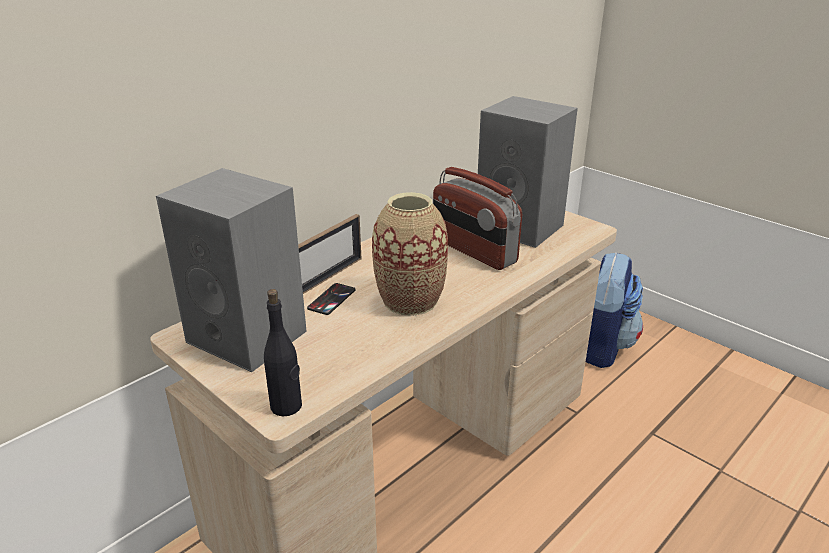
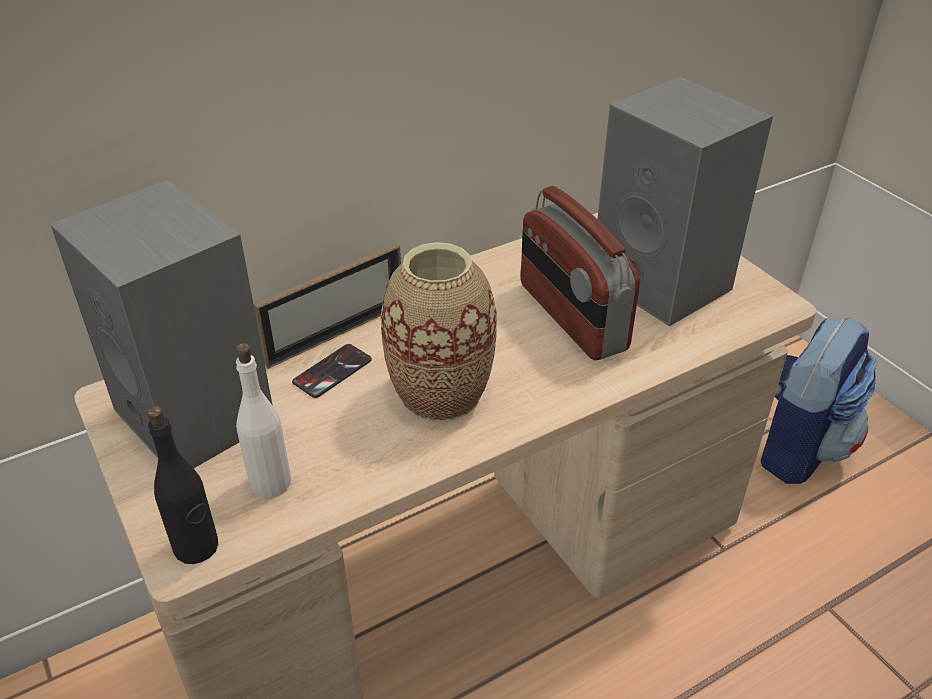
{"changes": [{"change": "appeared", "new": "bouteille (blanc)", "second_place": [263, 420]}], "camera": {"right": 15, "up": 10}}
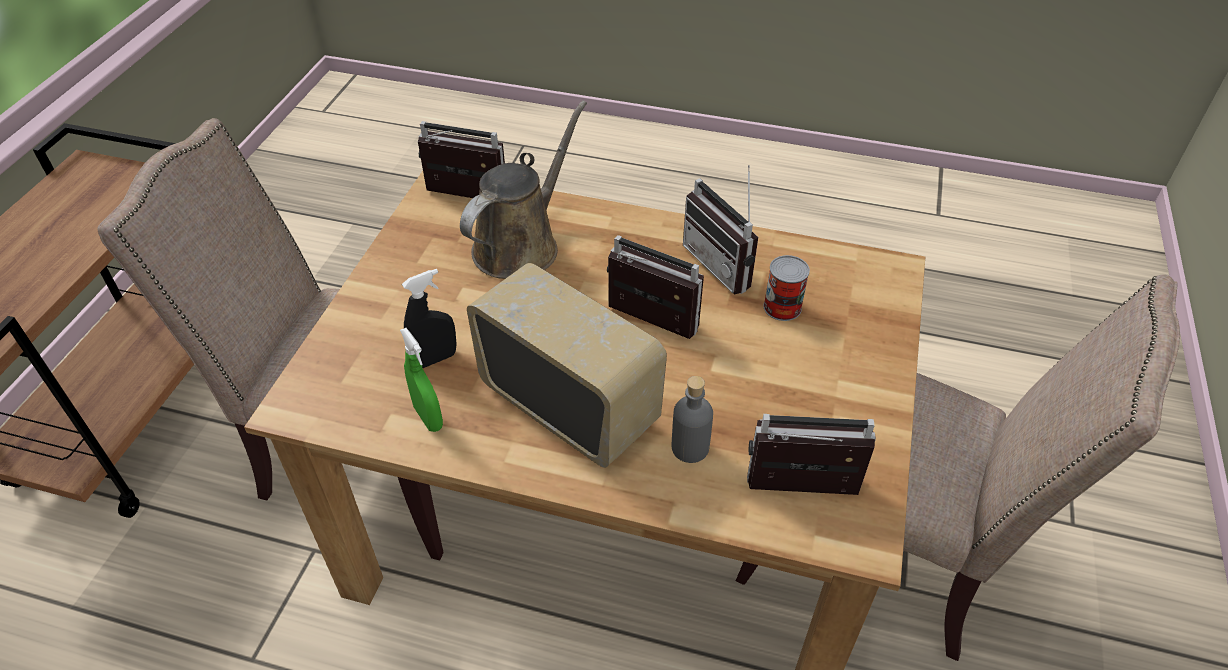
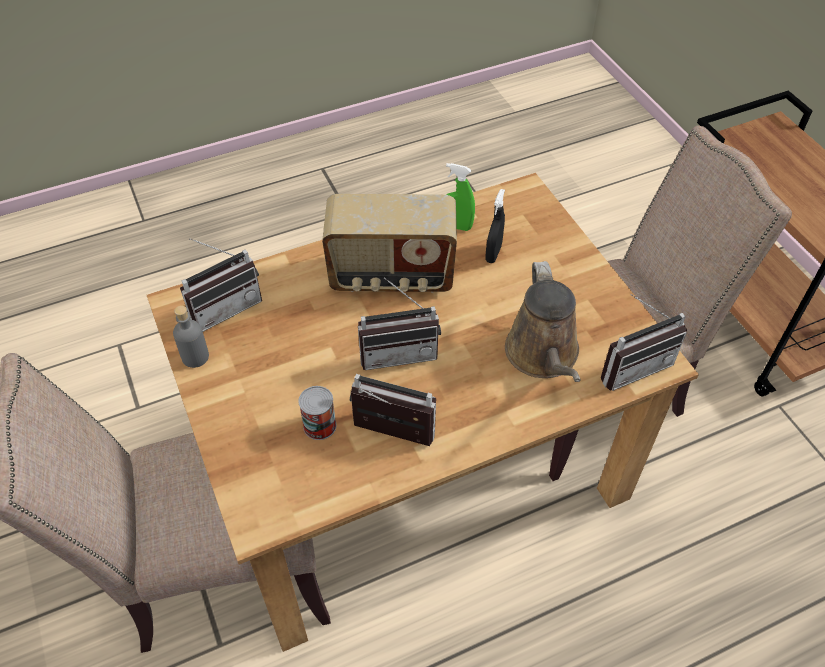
{"changes": [{"change": "relocated", "old": "bouteille (gris)", "first_place": [692, 419], "second_place": [191, 337]}], "camera": {"right": 140, "up": 5}}
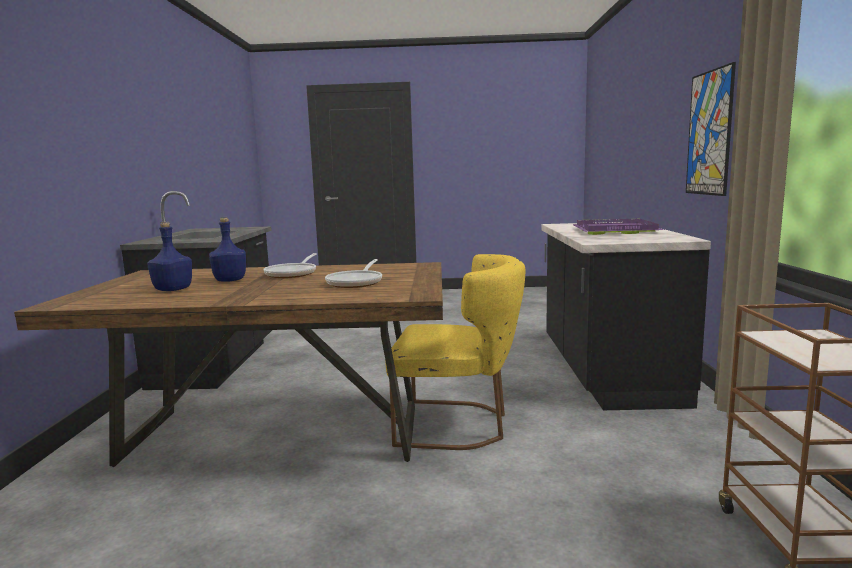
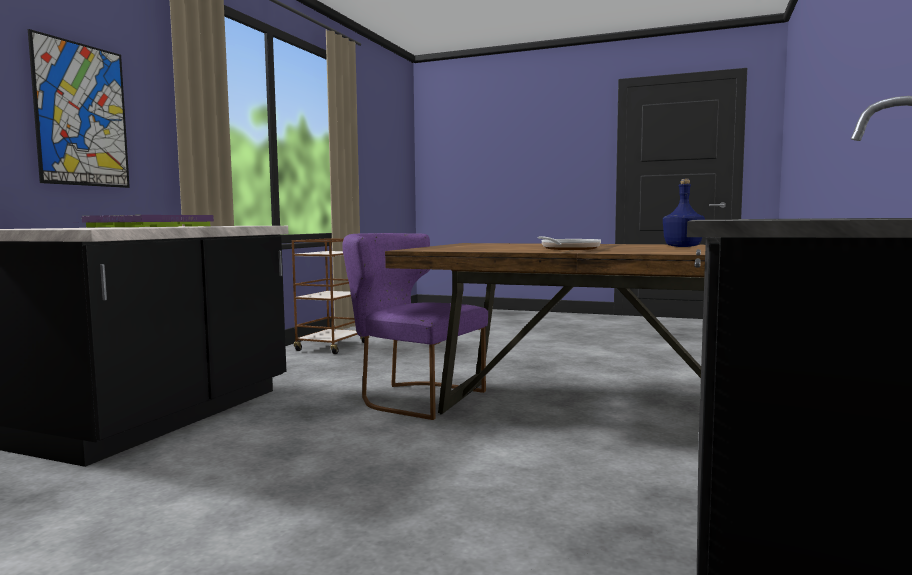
{"changes": [{"change": "colour", "old": "chaise (jaune)", "new": "chaise (violet)", "first_place": [455, 352], "second_place": [415, 326]}, {"change": "missing", "old": "bouteille (bleu)", "first_place": [227, 249]}, {"change": "missing", "old": "poêle", "first_place": [353, 273]}], "camera": {"right": -160, "up": -5}}
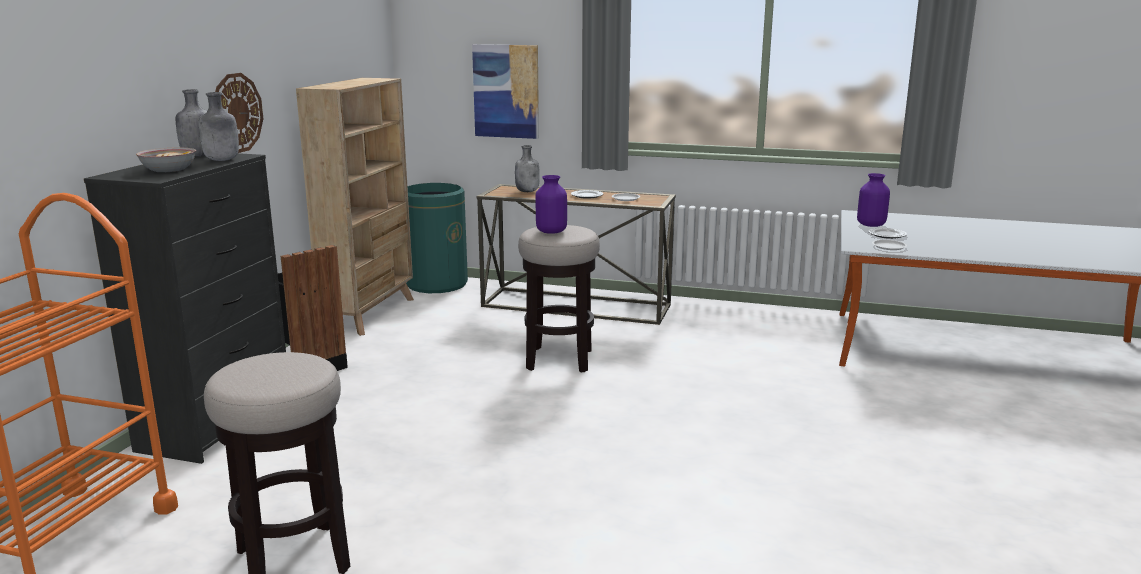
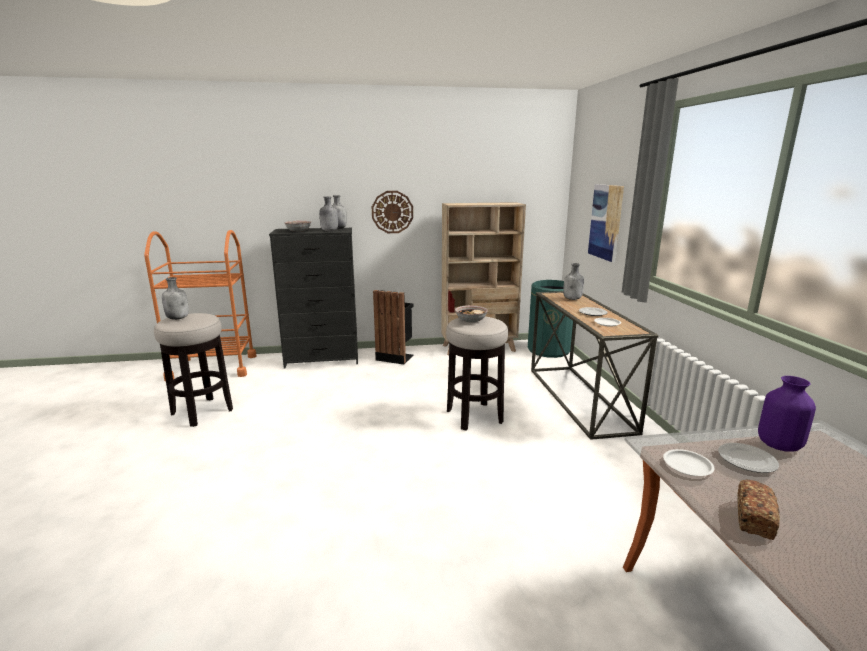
{"changes": [{"change": "appeared", "new": "bouteille (gris)", "second_place": [175, 298]}, {"change": "exchanged", "old": "vase (violet)", "new": "bol", "first_place": [551, 204], "second_place": [471, 314]}, {"change": "appeared", "new": "pain", "second_place": [758, 509]}], "camera": {"right": 65, "up": 0}}
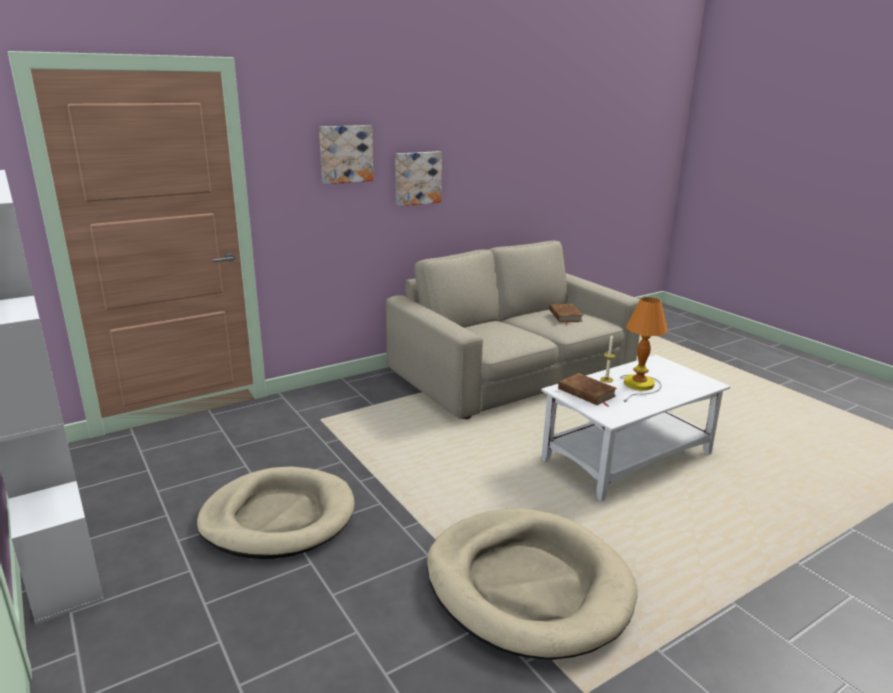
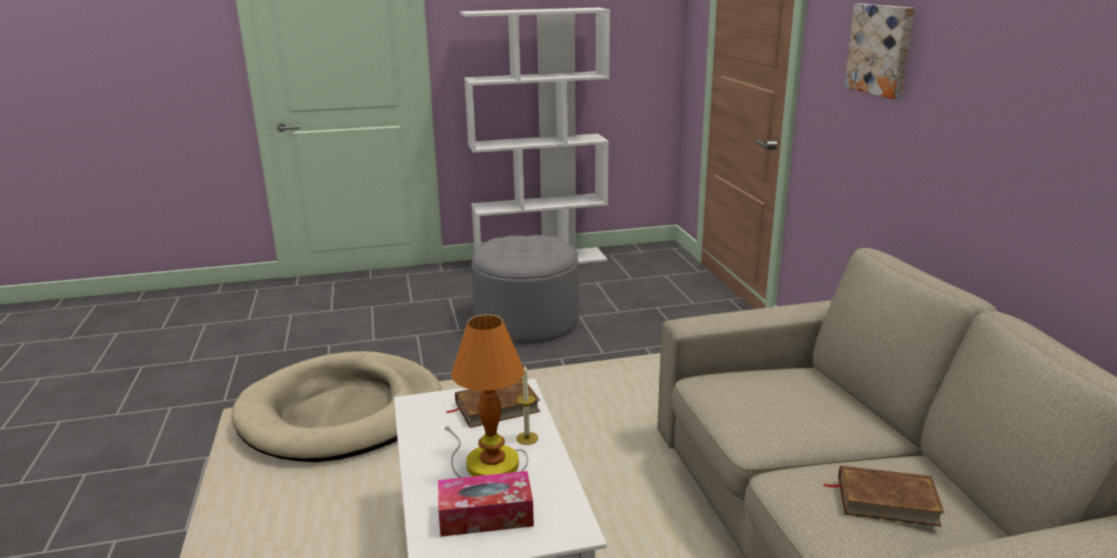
{"changes": [{"change": "appeared", "new": "boîte à mouchoirs", "second_place": [486, 504]}, {"change": "exchanged", "old": "panier pour chien (beige)", "new": "pouf (gris)", "first_place": [276, 513], "second_place": [525, 289]}, {"change": "missing", "old": "tableau", "first_place": [418, 179]}], "camera": {"right": 110, "up": 0}}
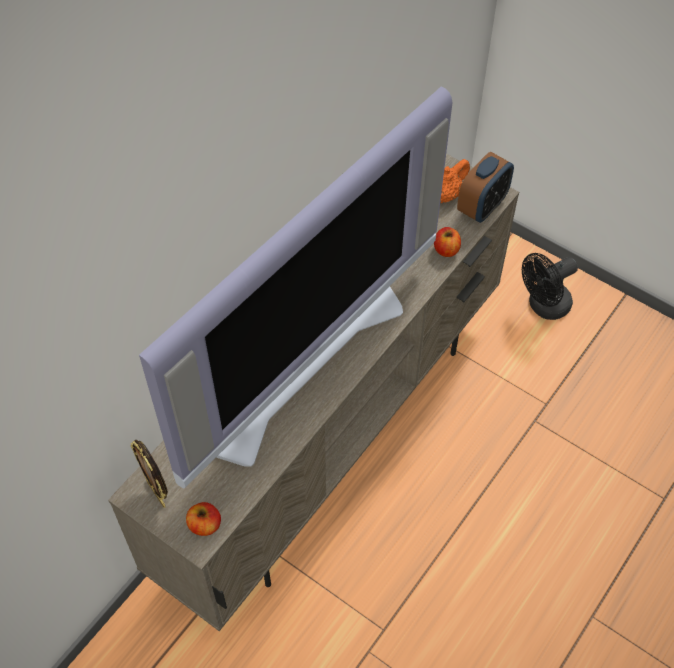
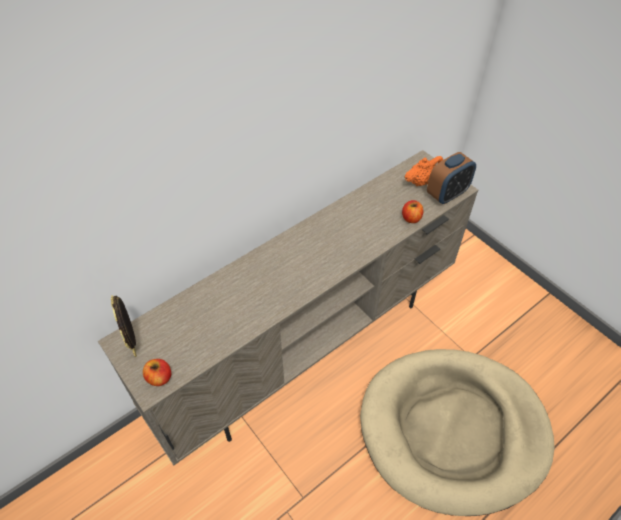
{"changes": [{"change": "appeared", "new": "panier pour chien (beige)", "second_place": [457, 432]}, {"change": "missing", "old": "téléviseur", "first_place": [296, 287]}, {"change": "missing", "old": "ventilateur (noir)", "first_place": [550, 286]}], "camera": {"right": 15, "up": -5}}
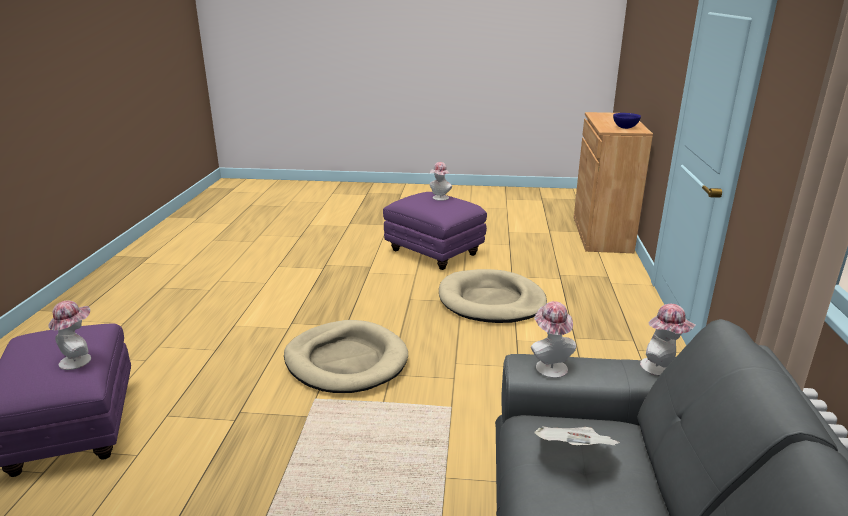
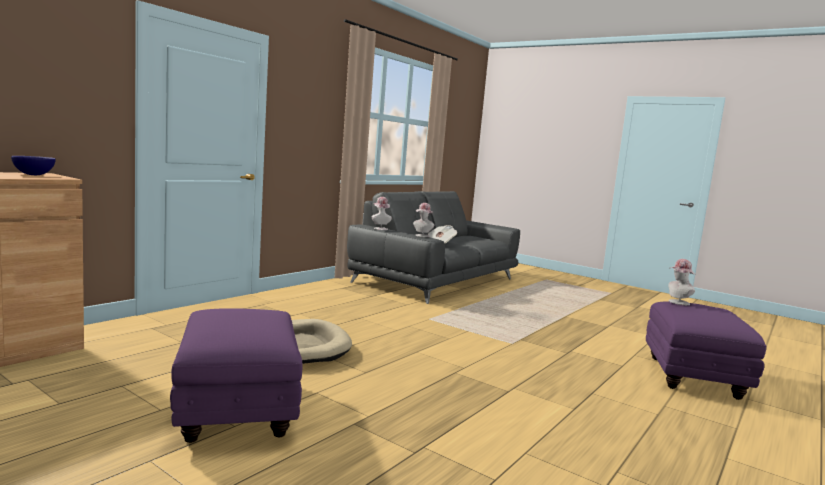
{"changes": [{"change": "missing", "old": "panier pour chien (beige)", "first_place": [346, 356]}, {"change": "missing", "old": "chapeau", "first_place": [441, 181]}], "camera": {"right": -150, "up": -15}}
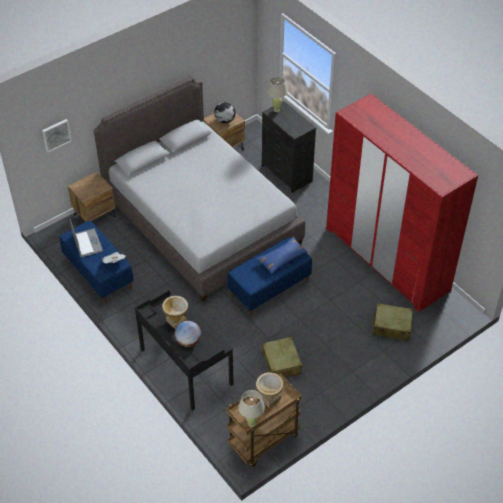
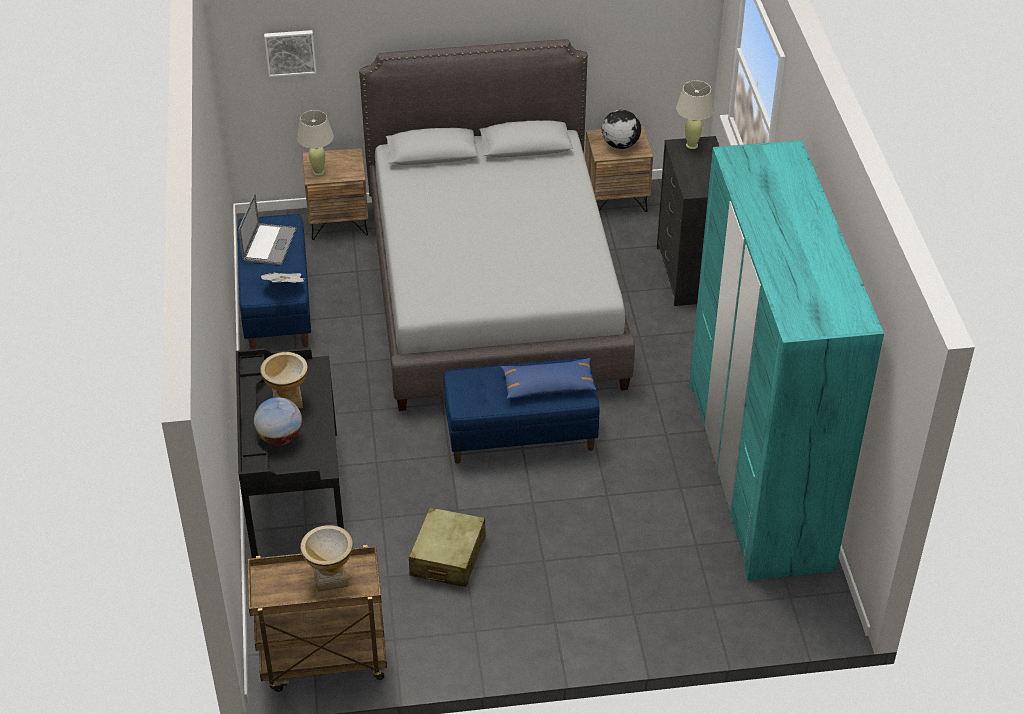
{"changes": [{"change": "relocated", "old": "lampe de table (beige)", "first_place": [252, 408], "second_place": [315, 143]}, {"change": "colour", "old": "armoire (rouge)", "new": "armoire (turquoise)", "first_place": [402, 203], "second_place": [786, 360]}, {"change": "missing", "old": "valise (beige)", "first_place": [392, 322]}], "camera": {"right": 30, "up": -5}}
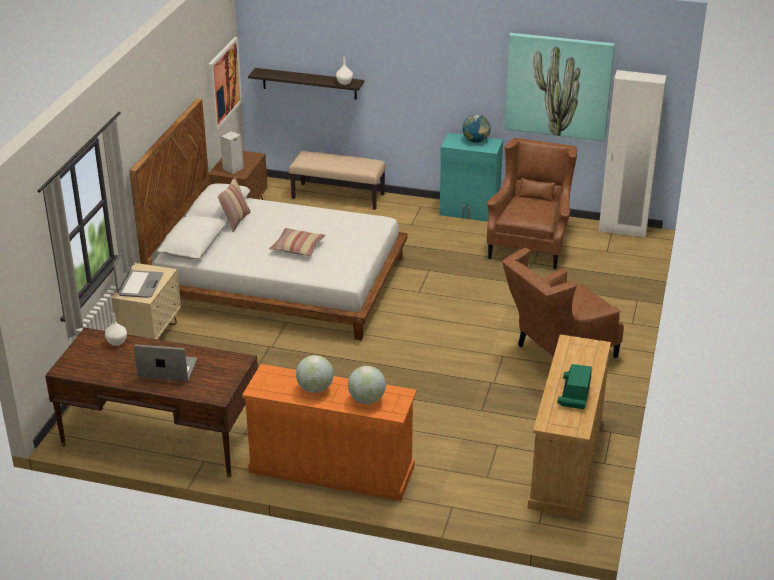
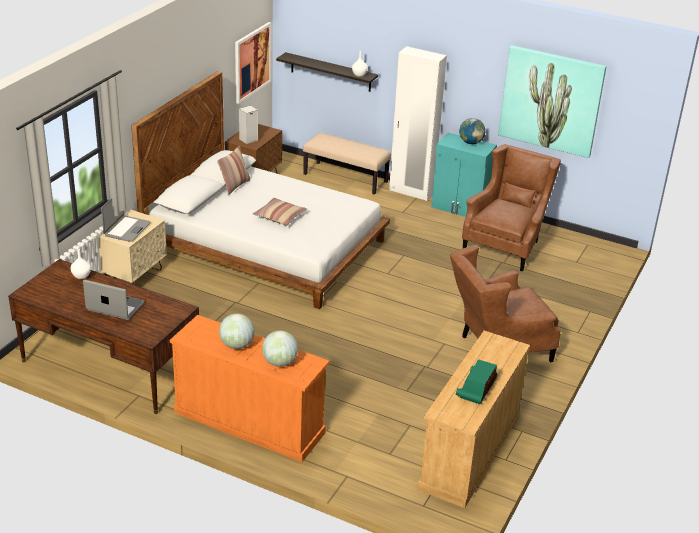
{"changes": [{"change": "relocated", "old": "armoire (blanc)", "first_place": [633, 154], "second_place": [418, 123]}], "camera": {"right": 10, "up": 0}}
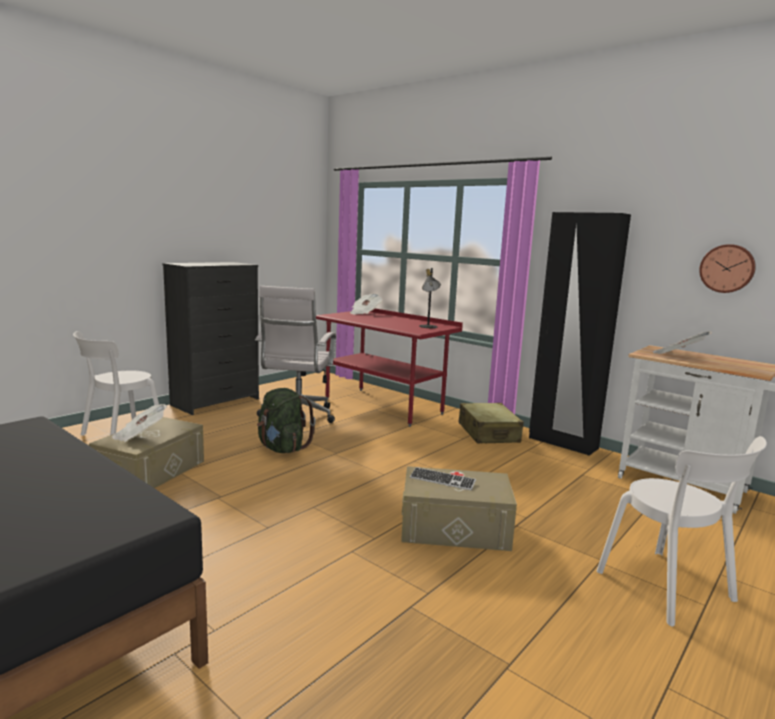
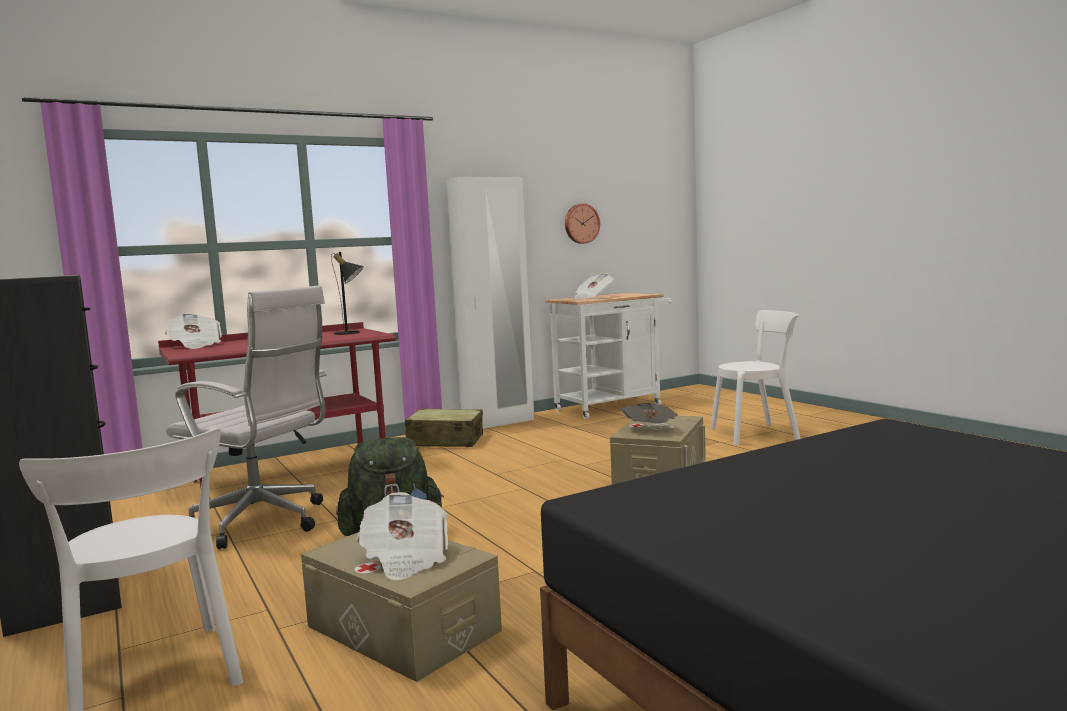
{"changes": [{"change": "colour", "old": "armoire (noir)", "new": "armoire (blanc)", "first_place": [580, 333], "second_place": [490, 303]}, {"change": "exchanged", "old": "clavier", "new": "journal", "first_place": [443, 479], "second_place": [648, 413]}], "camera": {"right": -70, "up": -5}}
